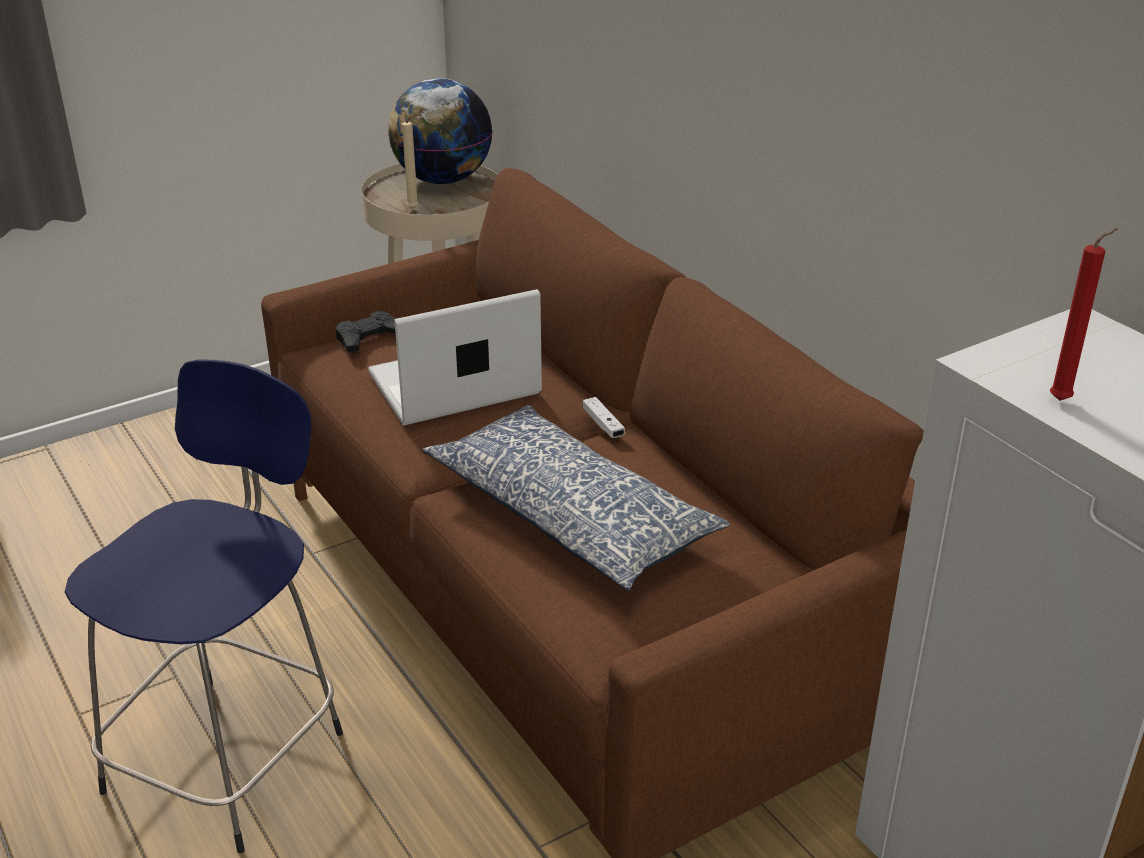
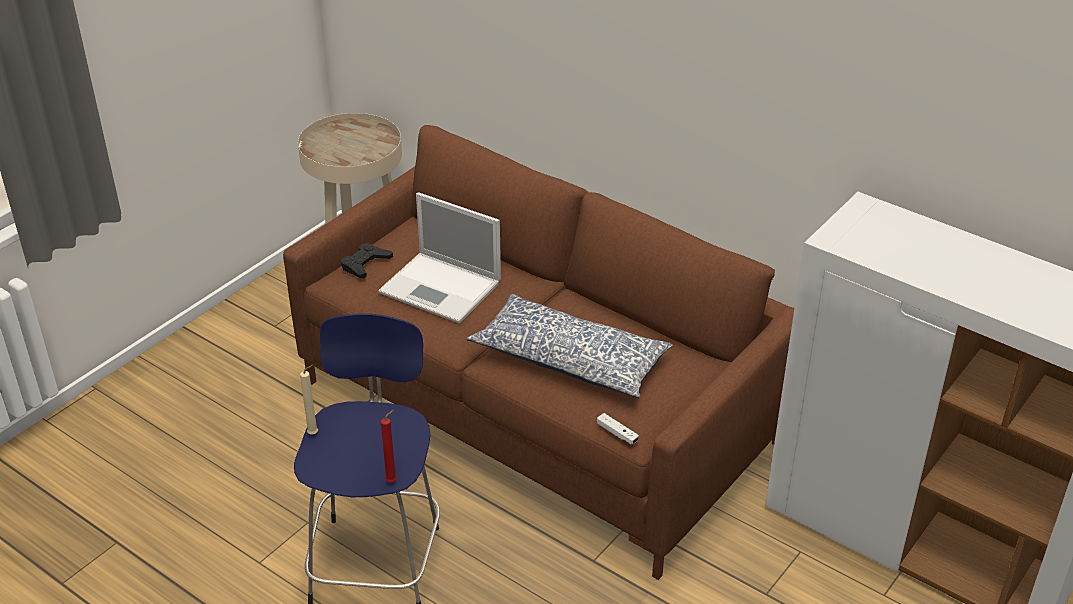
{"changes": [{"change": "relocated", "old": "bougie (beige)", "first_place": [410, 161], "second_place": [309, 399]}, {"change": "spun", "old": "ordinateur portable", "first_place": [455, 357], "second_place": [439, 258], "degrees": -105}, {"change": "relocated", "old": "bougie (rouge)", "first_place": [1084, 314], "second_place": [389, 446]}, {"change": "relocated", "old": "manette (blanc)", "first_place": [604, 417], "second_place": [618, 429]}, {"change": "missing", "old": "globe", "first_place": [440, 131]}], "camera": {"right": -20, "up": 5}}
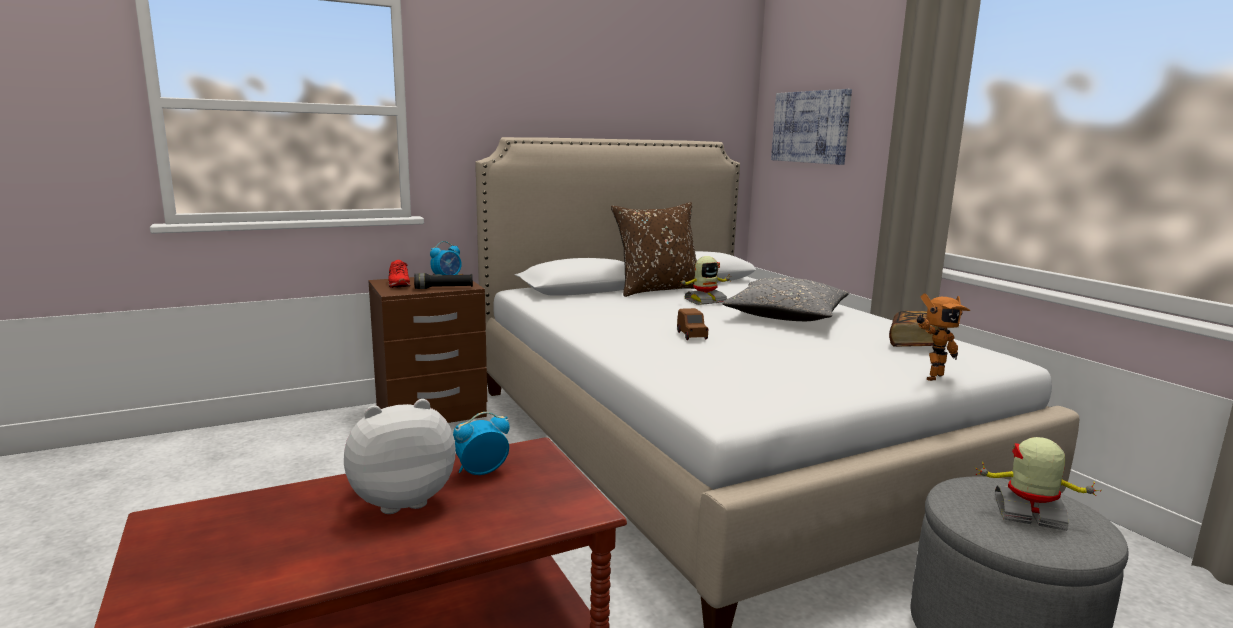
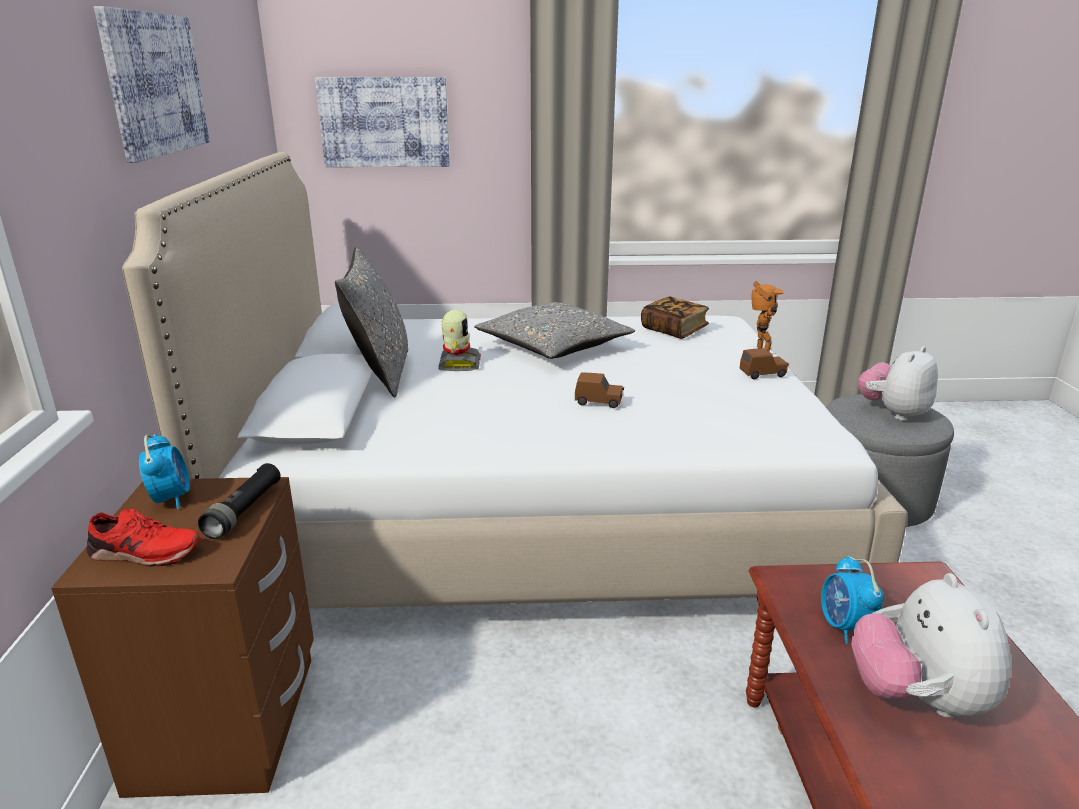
{"changes": [{"change": "appeared", "new": "tableau", "second_place": [152, 84]}, {"change": "colour", "old": "coussin (marron)", "new": "coussin (gris)", "first_place": [654, 249], "second_place": [371, 322]}, {"change": "appeared", "new": "petite voiture (marron)", "second_place": [764, 363]}, {"change": "exchanged", "old": "robot jouet", "new": "peluche", "first_place": [1038, 484], "second_place": [898, 383]}], "camera": {"right": -65, "up": 10}}
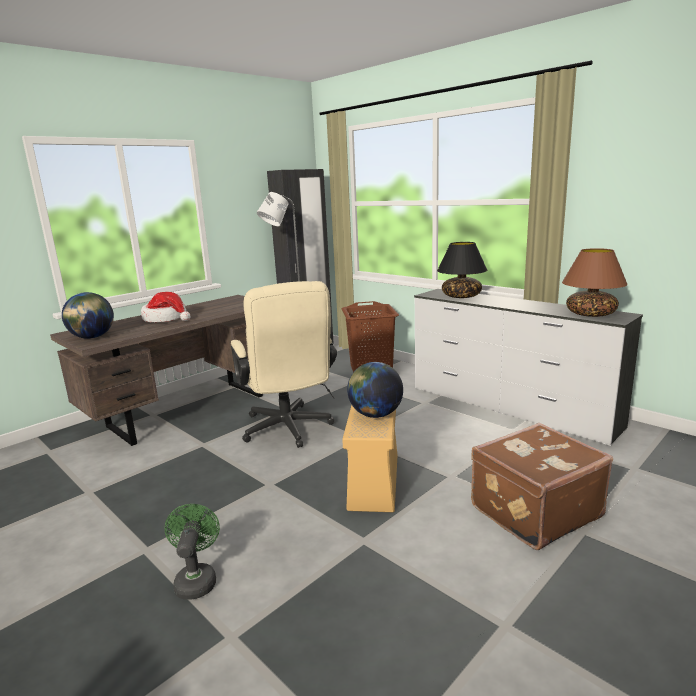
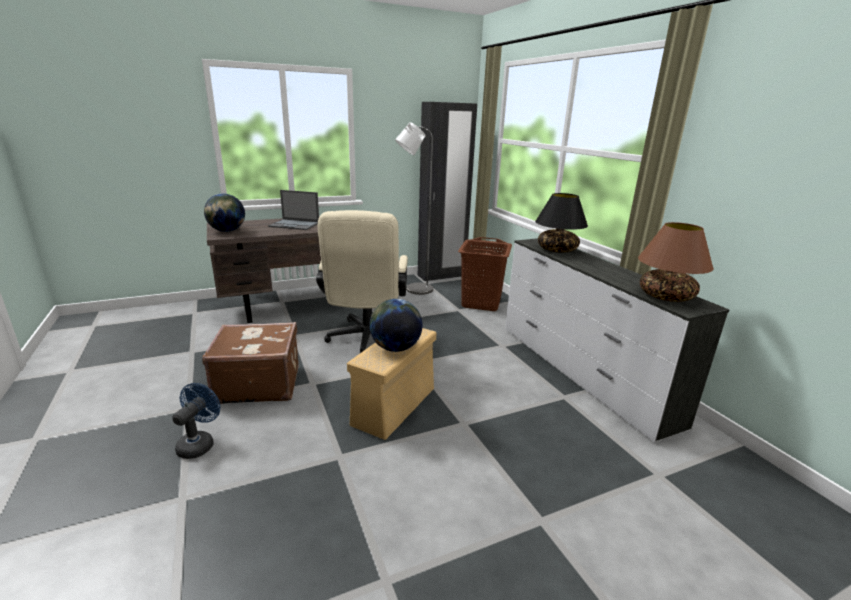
{"changes": [{"change": "colour", "old": "ventilateur (vert)", "new": "ventilateur (bleu)", "first_place": [192, 552], "second_place": [196, 421]}, {"change": "relocated", "old": "valise (marron)", "first_place": [542, 486], "second_place": [250, 363]}, {"change": "exchanged", "old": "chapeau", "new": "ordinateur portable", "first_place": [165, 307], "second_place": [293, 210]}], "camera": {"right": 20, "up": 5}}
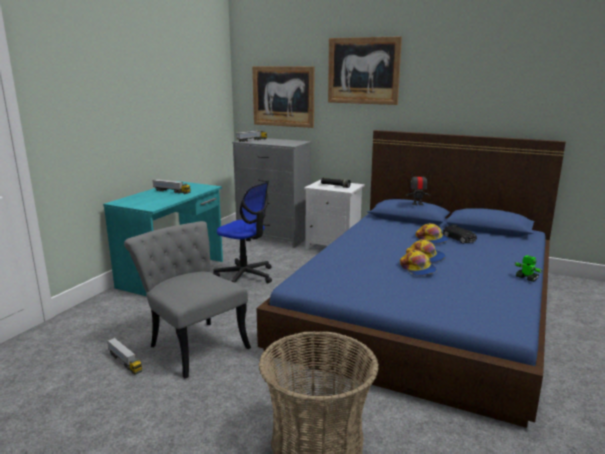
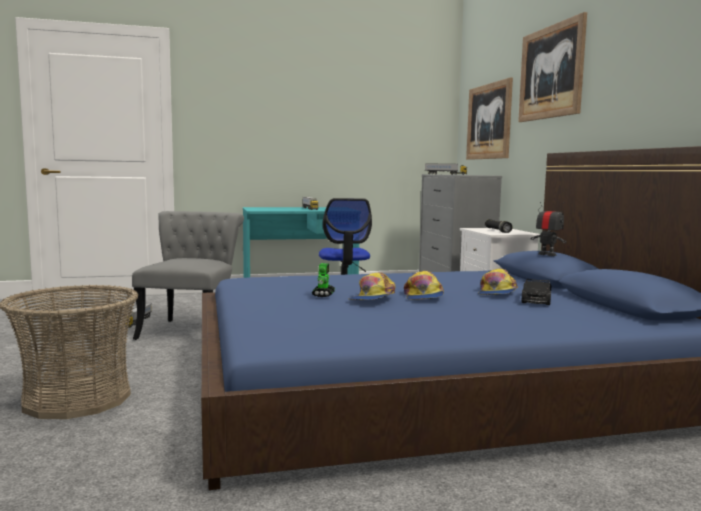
{"changes": [{"change": "relocated", "old": "robot jouet", "first_place": [528, 268], "second_place": [323, 280]}], "camera": {"right": 50, "up": -10}}
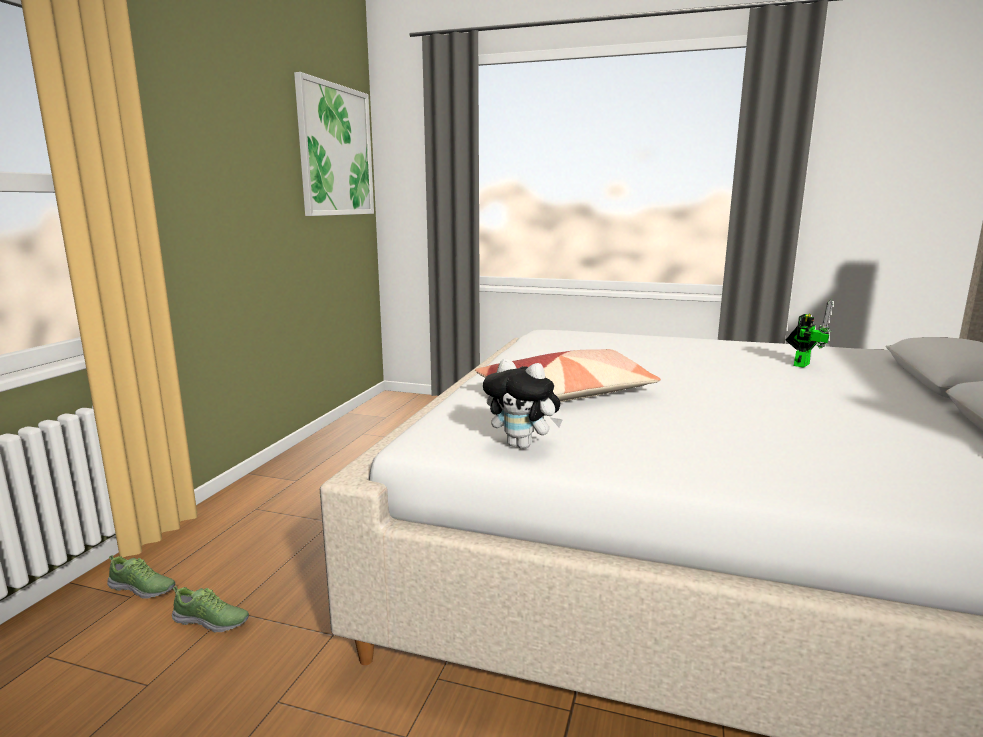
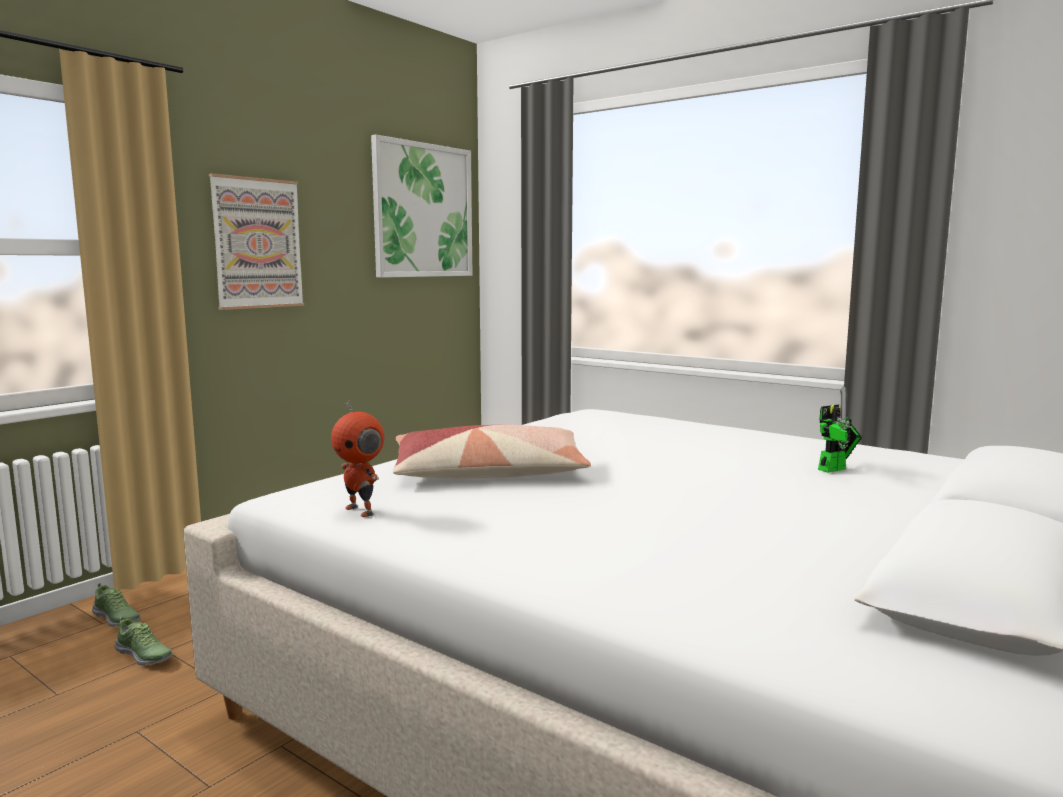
{"changes": [{"change": "appeared", "new": "tableau", "second_place": [256, 241]}, {"change": "exchanged", "old": "peluche", "new": "robot jouet", "first_place": [523, 403], "second_place": [357, 458]}], "camera": {"right": 20, "up": -5}}
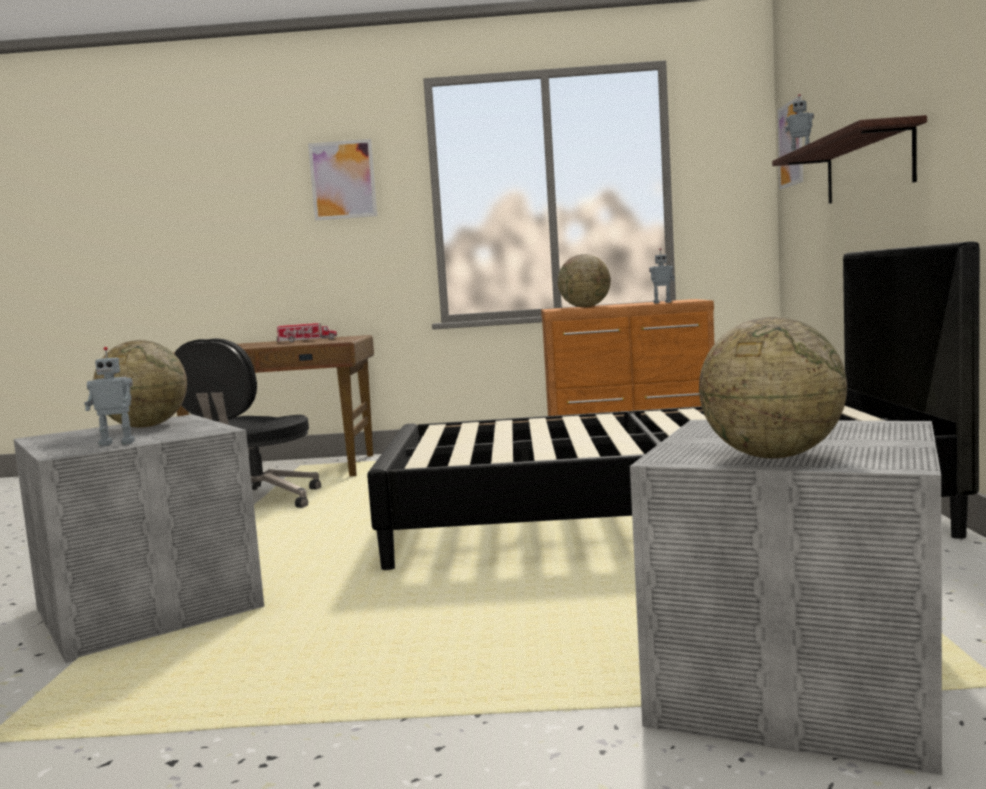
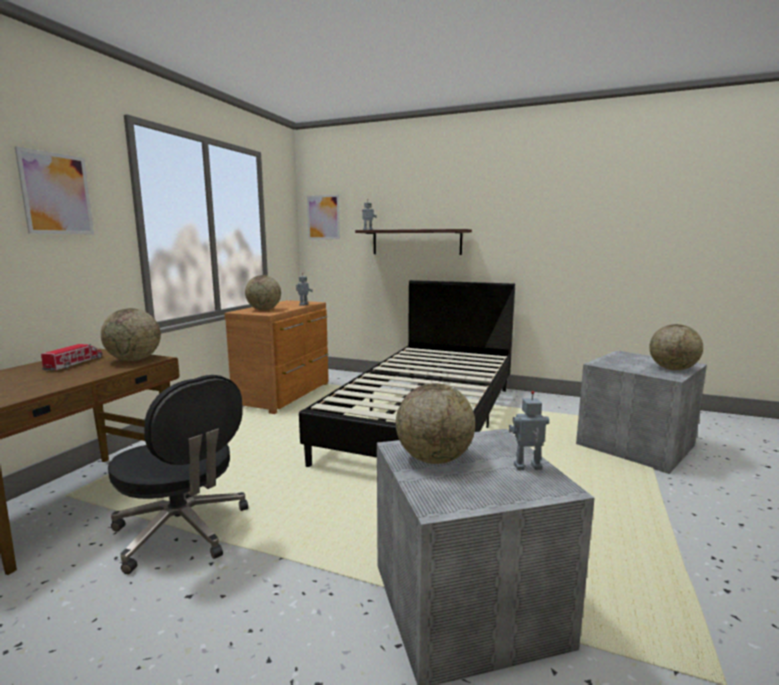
{"changes": [{"change": "appeared", "new": "globe", "second_place": [131, 334]}, {"change": "spun", "old": "robot jouet", "first_place": [109, 396], "second_place": [529, 430], "degrees": -105}], "camera": {"right": -70, "up": 5}}
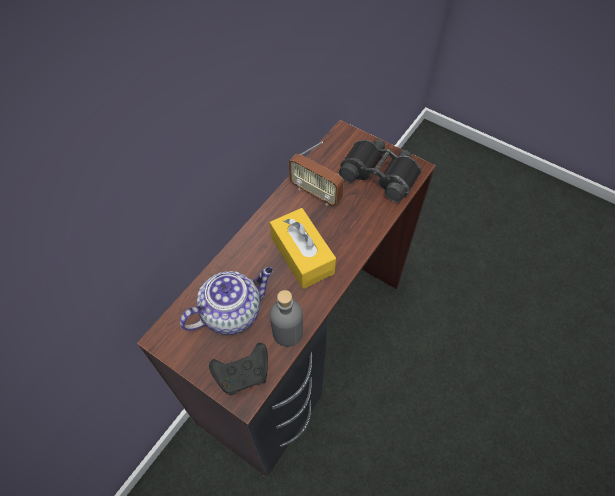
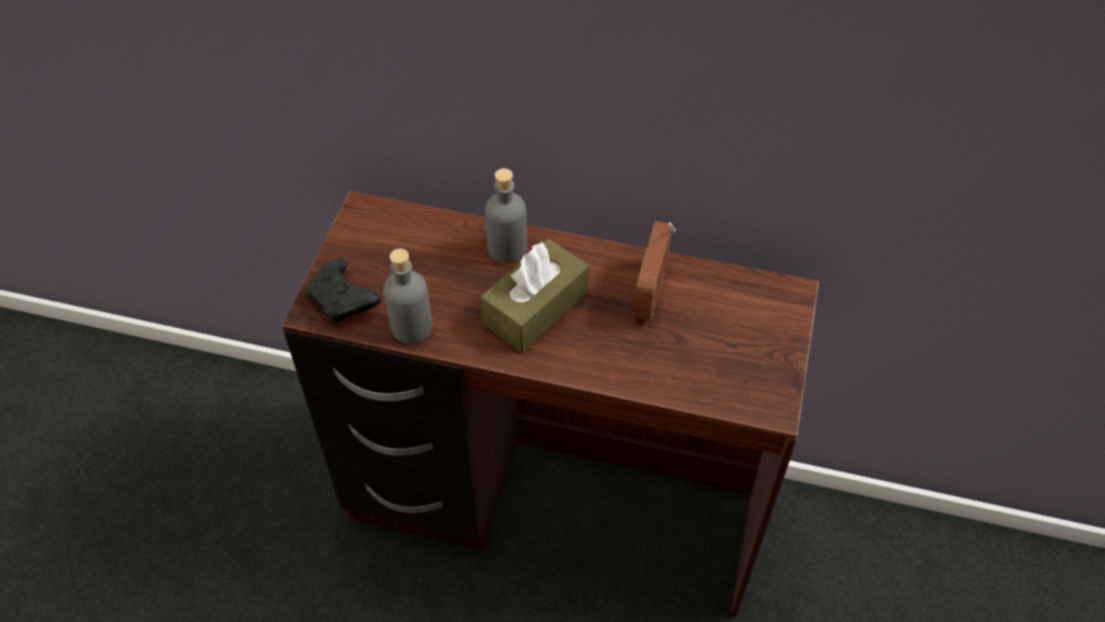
{"changes": [{"change": "colour", "old": "boîte à mouchoirs (jaune)", "new": "boîte à mouchoirs (marron)", "first_place": [303, 248], "second_place": [534, 295]}, {"change": "appeared", "new": "bouteille (gris)", "second_place": [506, 216]}, {"change": "missing", "old": "théière", "first_place": [226, 301]}, {"change": "missing", "old": "jumelles (noir)", "first_place": [380, 171]}], "camera": {"right": 70, "up": -5}}
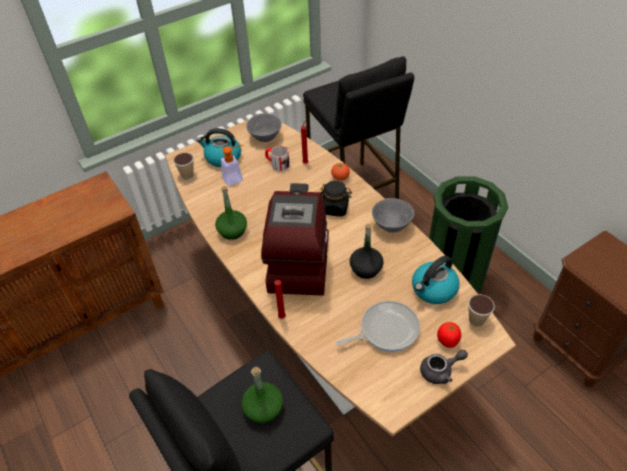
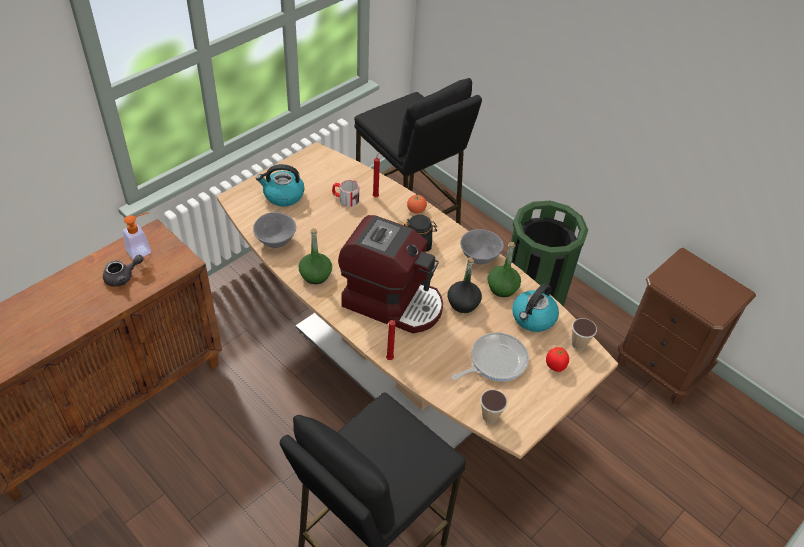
{"changes": [{"change": "relocated", "old": "théière (gris)", "first_place": [444, 367], "second_place": [123, 271]}, {"change": "relocated", "old": "distributeur de savon", "first_place": [232, 165], "second_place": [137, 236]}, {"change": "relocated", "old": "bol (gris)", "first_place": [264, 127], "second_place": [274, 230]}, {"change": "spun", "old": "machine à café", "first_place": [295, 239], "second_place": [390, 274], "degrees": 120}, {"change": "relocated", "old": "tasse", "first_place": [183, 166], "second_place": [494, 406]}, {"change": "relocated", "old": "bouteille (vert)", "first_place": [262, 394], "second_place": [504, 269]}], "camera": {"right": -15, "up": 0}}
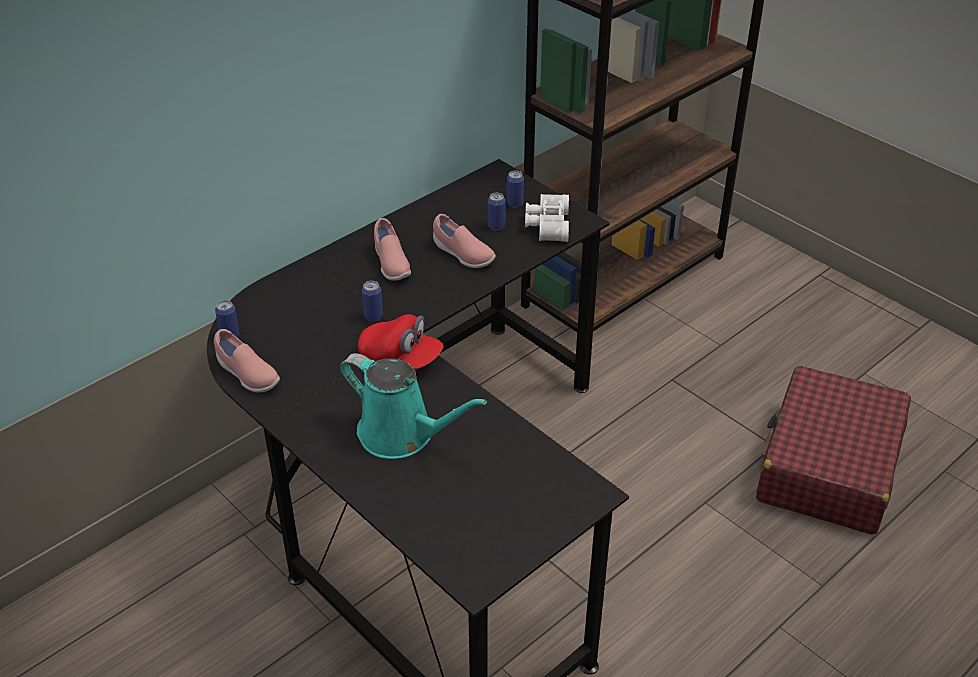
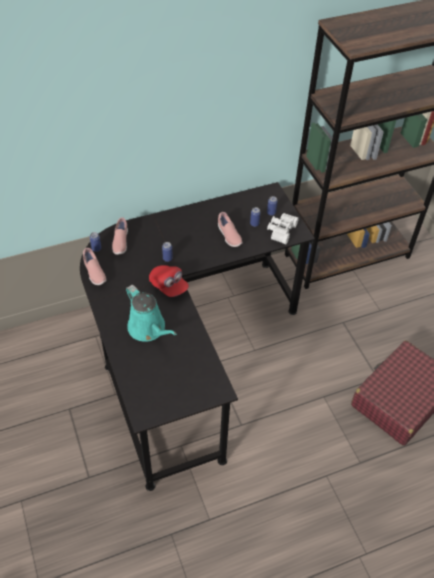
{"changes": [{"change": "relocated", "old": "chaussure (rose)", "first_place": [392, 249], "second_place": [120, 236]}], "camera": {"right": 20, "up": 10}}
